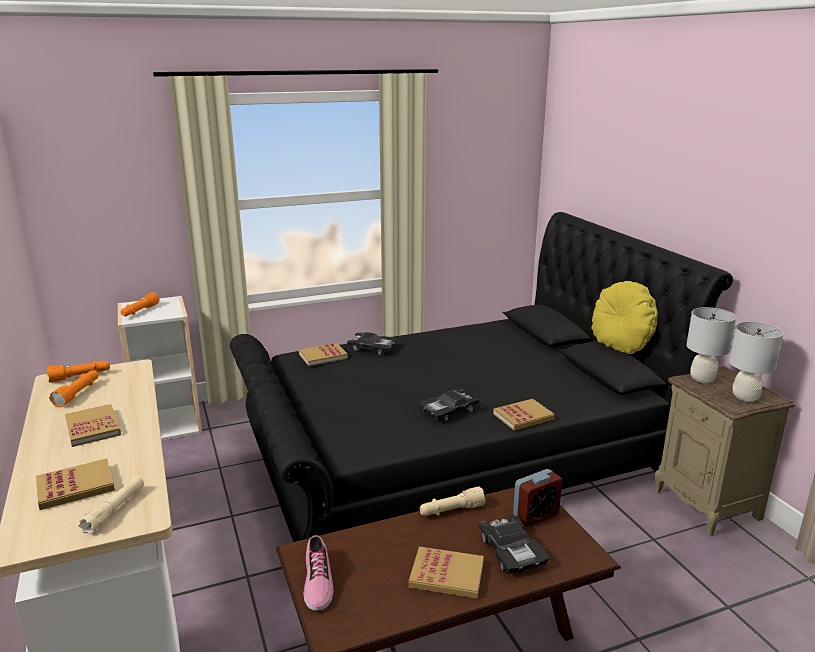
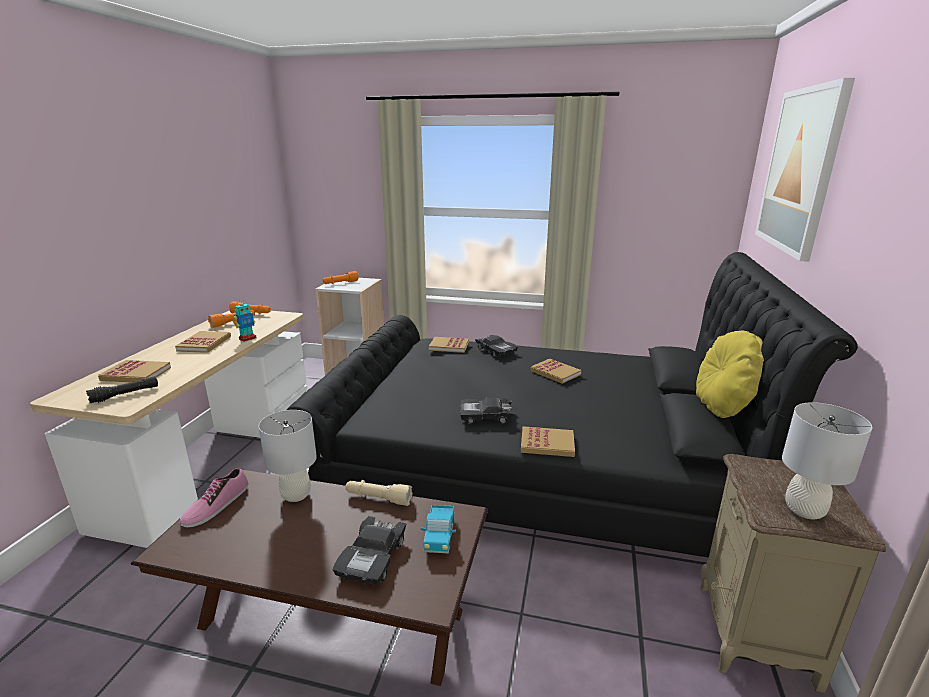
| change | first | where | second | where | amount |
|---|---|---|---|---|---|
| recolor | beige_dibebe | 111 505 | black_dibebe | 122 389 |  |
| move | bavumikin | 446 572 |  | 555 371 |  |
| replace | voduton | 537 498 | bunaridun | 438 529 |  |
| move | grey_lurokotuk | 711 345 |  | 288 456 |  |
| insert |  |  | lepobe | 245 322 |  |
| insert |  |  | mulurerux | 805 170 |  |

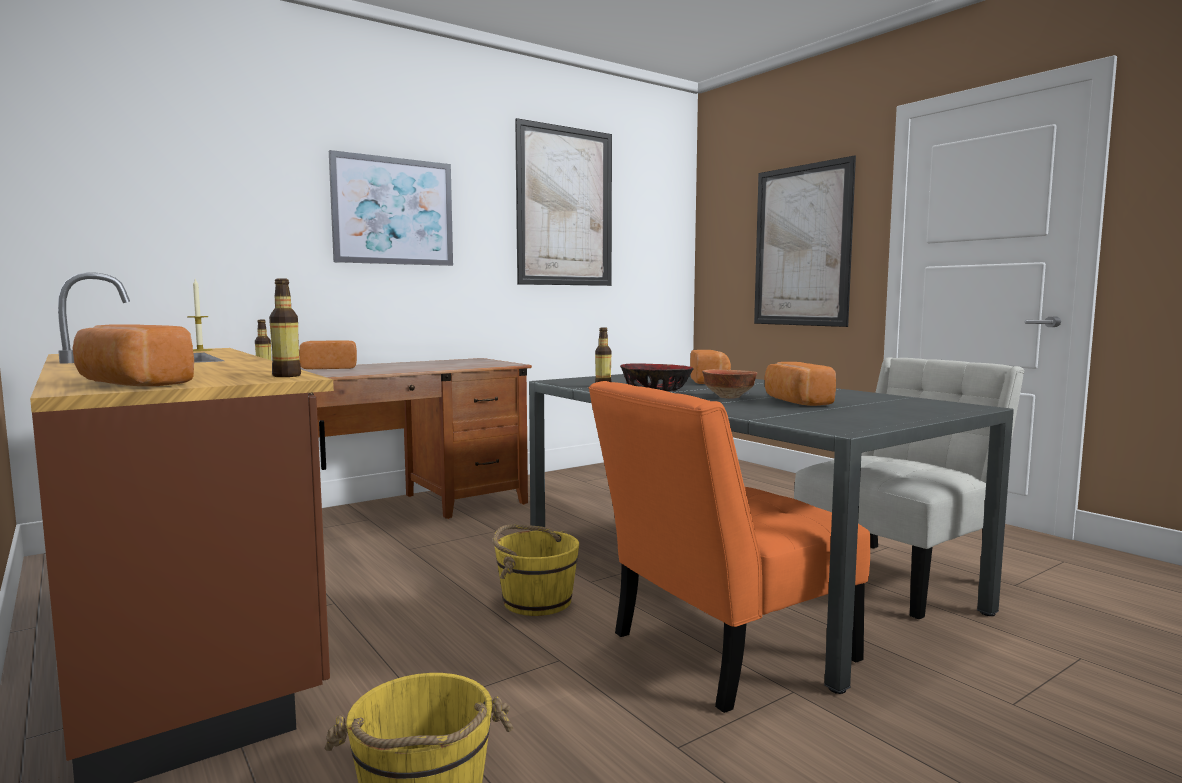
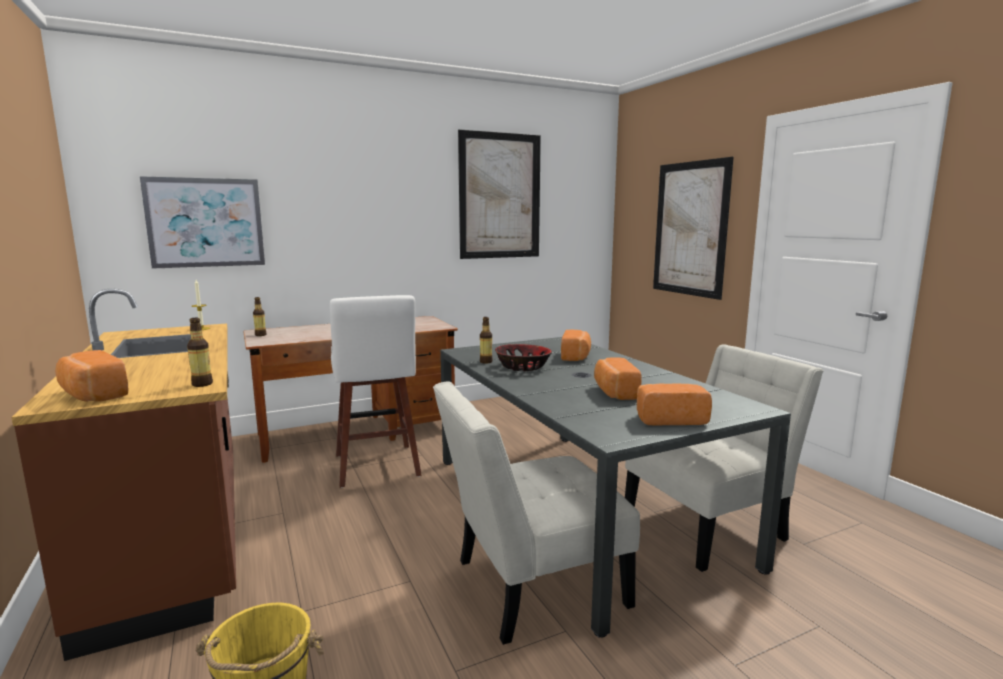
| change | first | where | second | where | amount |
|---|---|---|---|---|---|
| move | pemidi | 328 354 |  | 674 404 |  |
| move | mulurerux | 391 208 |  | 202 222 |  |
| delete | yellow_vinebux | 536 570 |  |  |  |
| recolor | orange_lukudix | 729 547 | white_lukudix | 536 513 |  |
| delete | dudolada | 730 384 |  |  |  |
| insert |  |  | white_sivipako | 376 391 |  |

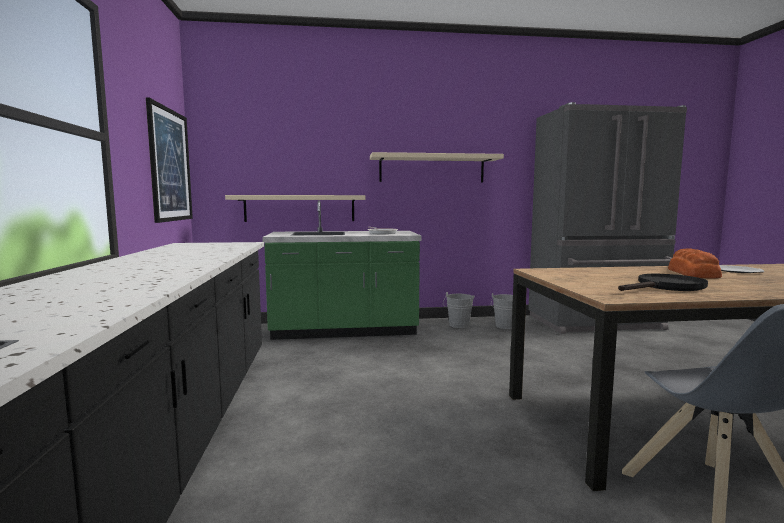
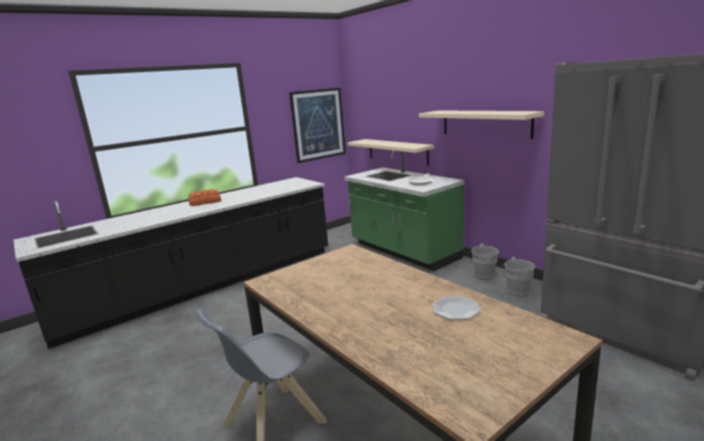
| change | first | where | second | where | amount |
|---|---|---|---|---|---|
| delete | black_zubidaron | 663 282 |  |  |  |
| move | pemidi | 695 263 |  | 205 197 |  |

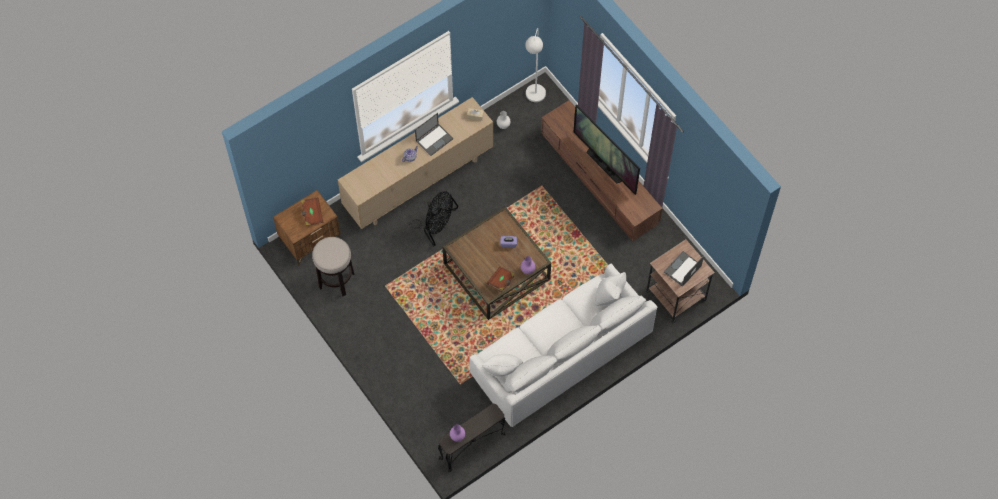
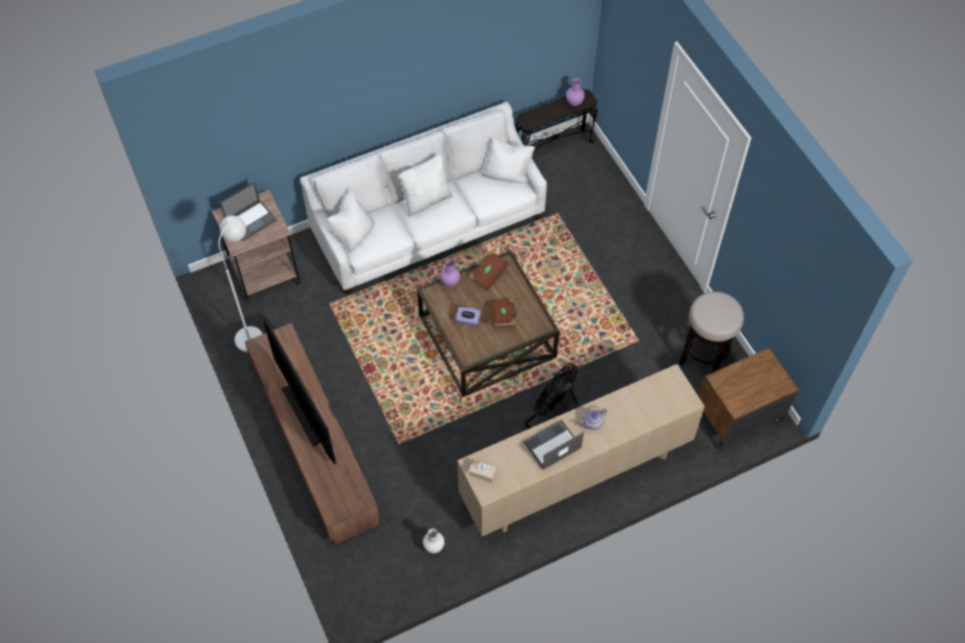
| change | first | where | second | where | amount |
|---|---|---|---|---|---|
| move | brown_bavumikin | 312 211 |  | 503 313 |  |
| move | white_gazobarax | 535 65 |  | 240 283 |  |
| insert |  |  | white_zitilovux | 425 186 |  |

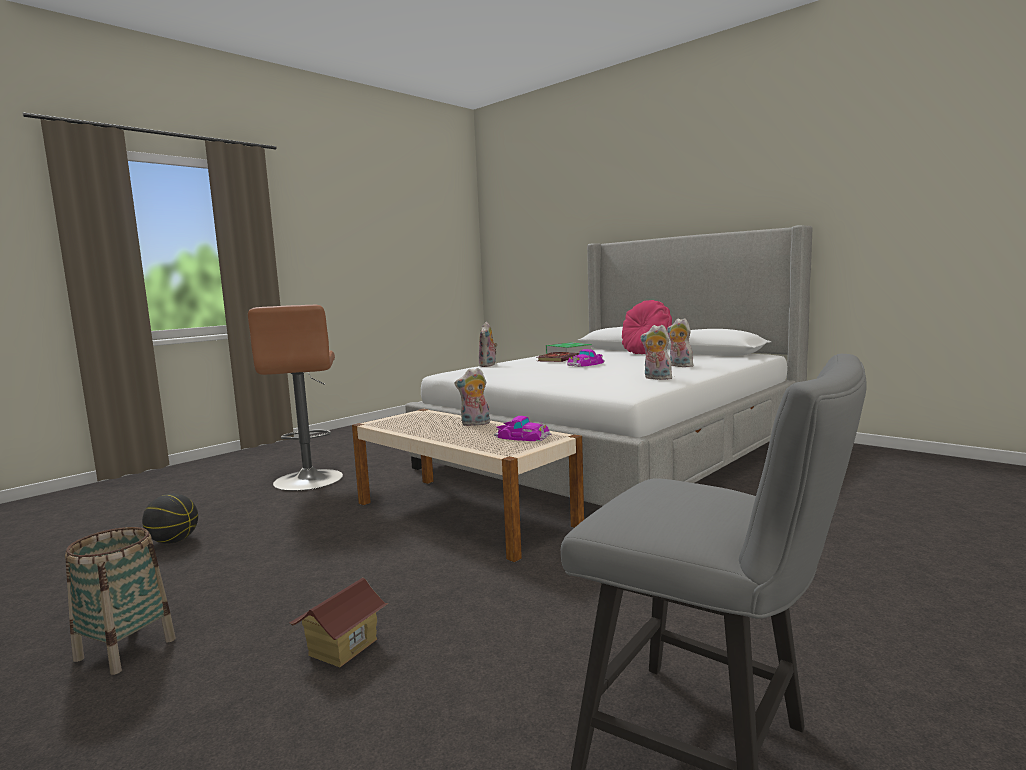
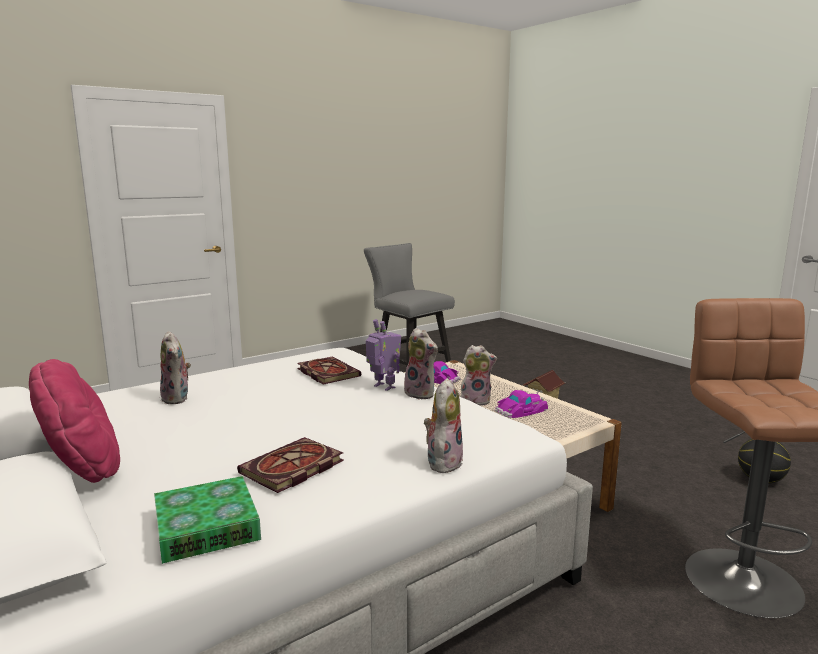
| change | first | where | second | where | amount |
|---|---|---|---|---|---|
| delete | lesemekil | 120 601 |  |  |  |
| move | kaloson | 586 358 |  | 521 404 |  |
| move | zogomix | 656 352 |  | 419 364 |  |
| insert |  |  | bavumikin | 329 371 |  |
| insert |  |  | lepobe | 383 355 |  |

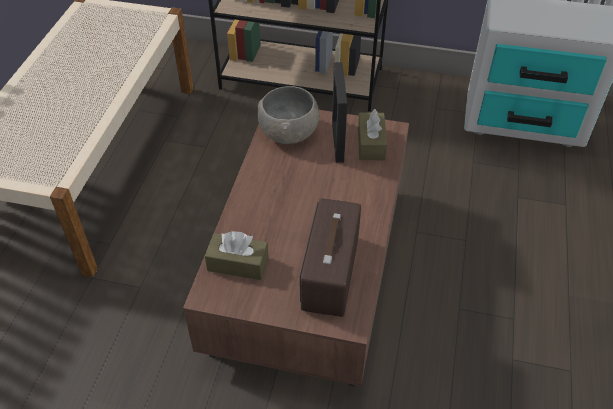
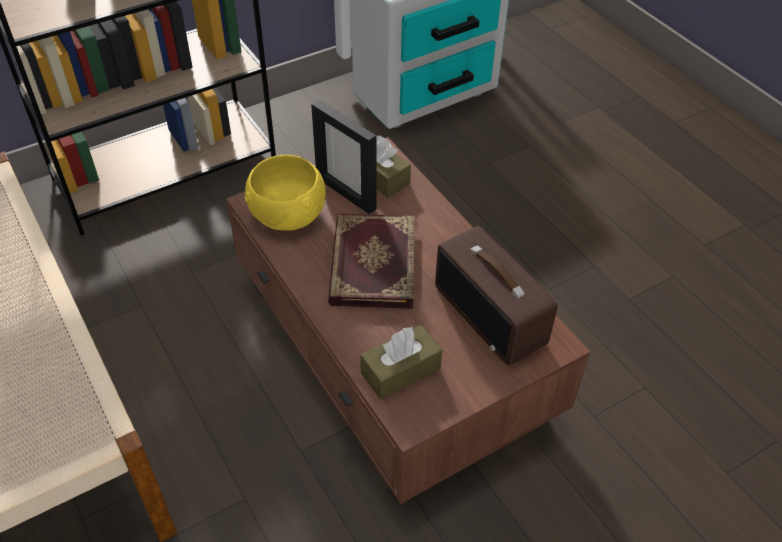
| change | first | where | second | where | amount |
|---|---|---|---|---|---|
| recolor | grey_dudolada | 288 115 | yellow_dudolada | 285 193 |  |
| insert |  |  | bavumikin | 371 261 |  |

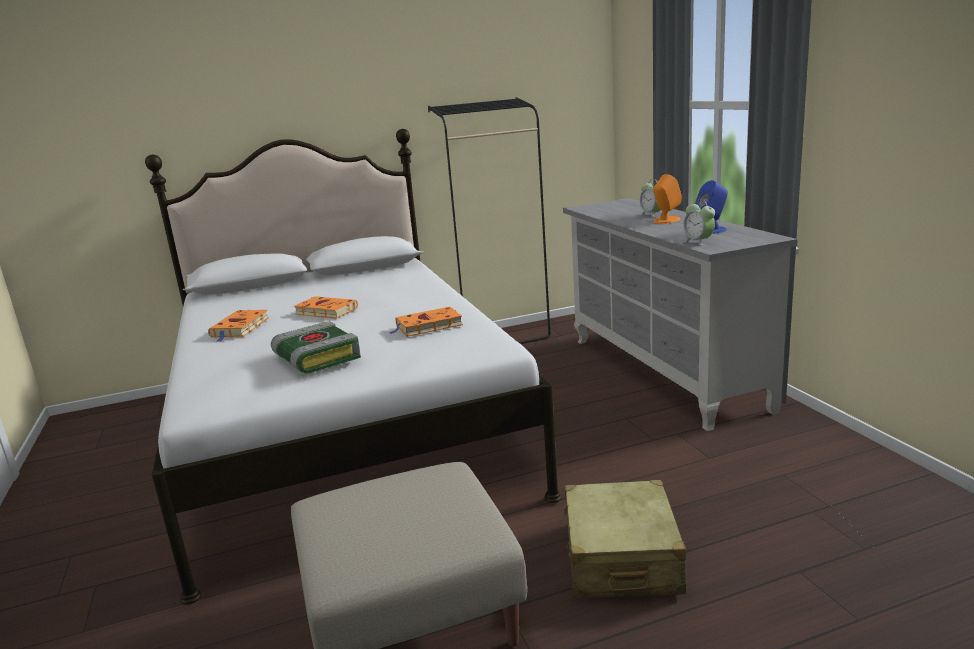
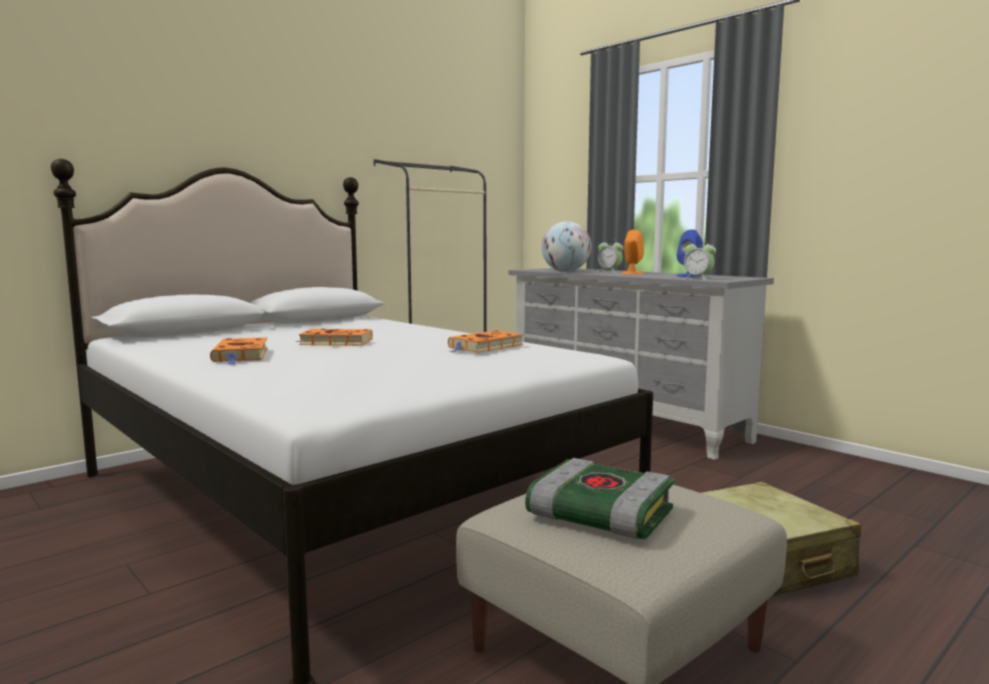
| change | first | where | second | where | amount |
|---|---|---|---|---|---|
| move | bavumikin | 316 347 |  | 599 499 |  |
| insert |  |  | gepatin | 566 246 |  |

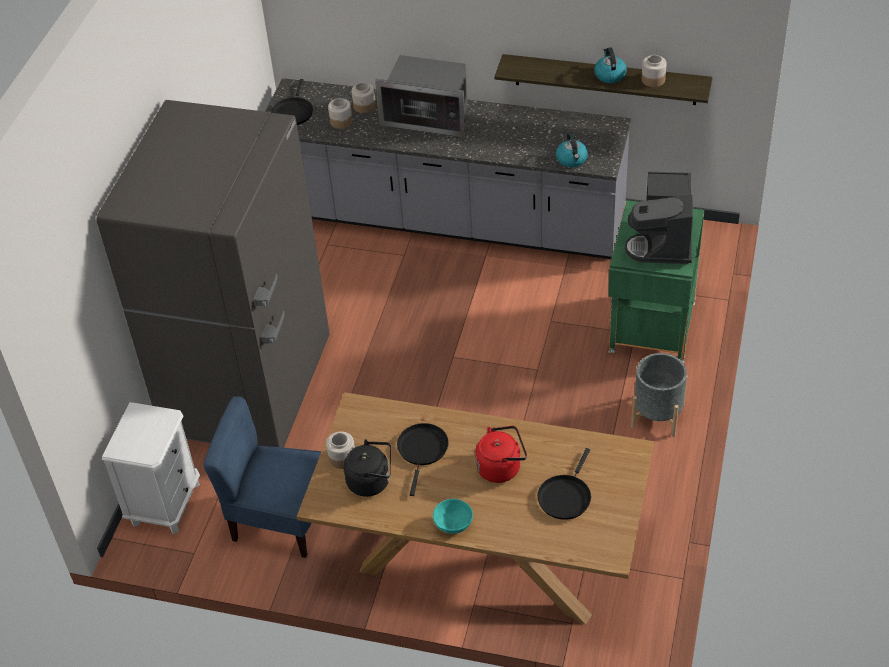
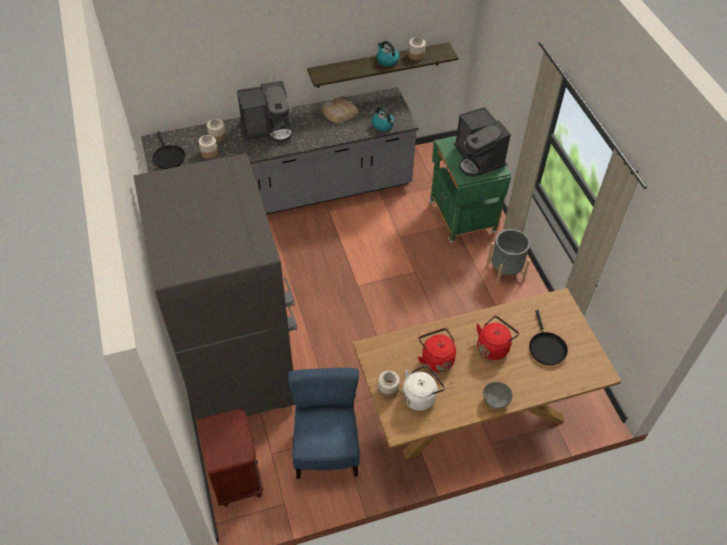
| change | first | where | second | where | amount |
|---|---|---|---|---|---|
| recolor | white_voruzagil | 151 468 | brown_voruzagil | 230 457 |  |
| rotate | blue_lukudix | 262 477 |  | 323 423 | 105 degrees clockwise |
| recolor | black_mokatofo | 367 468 | white_mokatofo | 423 388 |  |
| replace | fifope | 421 96 | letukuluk | 264 111 |  |
| replace | black_zubidaron | 423 459 | red_mokatofo | 437 350 |  |
| recolor | turquoise_dudolada | 453 516 | grey_dudolada | 497 395 |  |
| insert |  |  | pemidi | 340 109 |  |

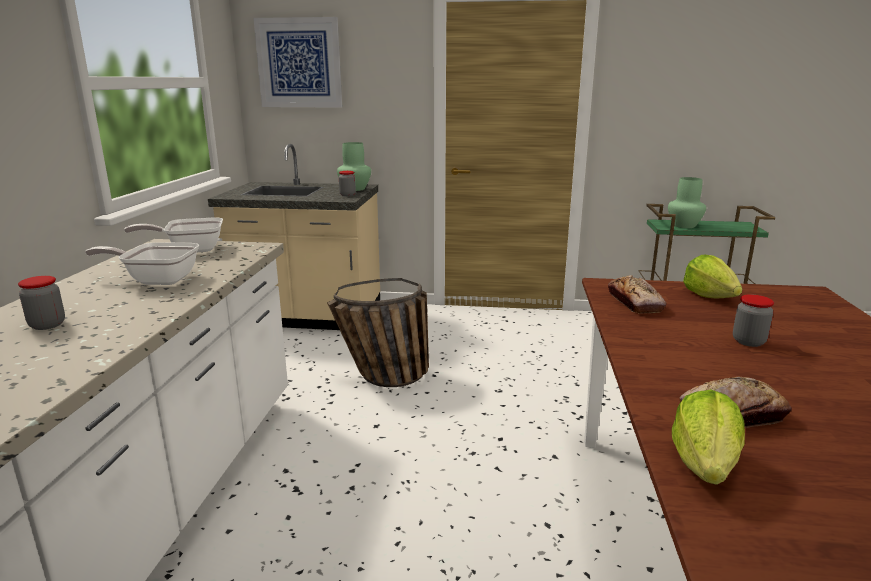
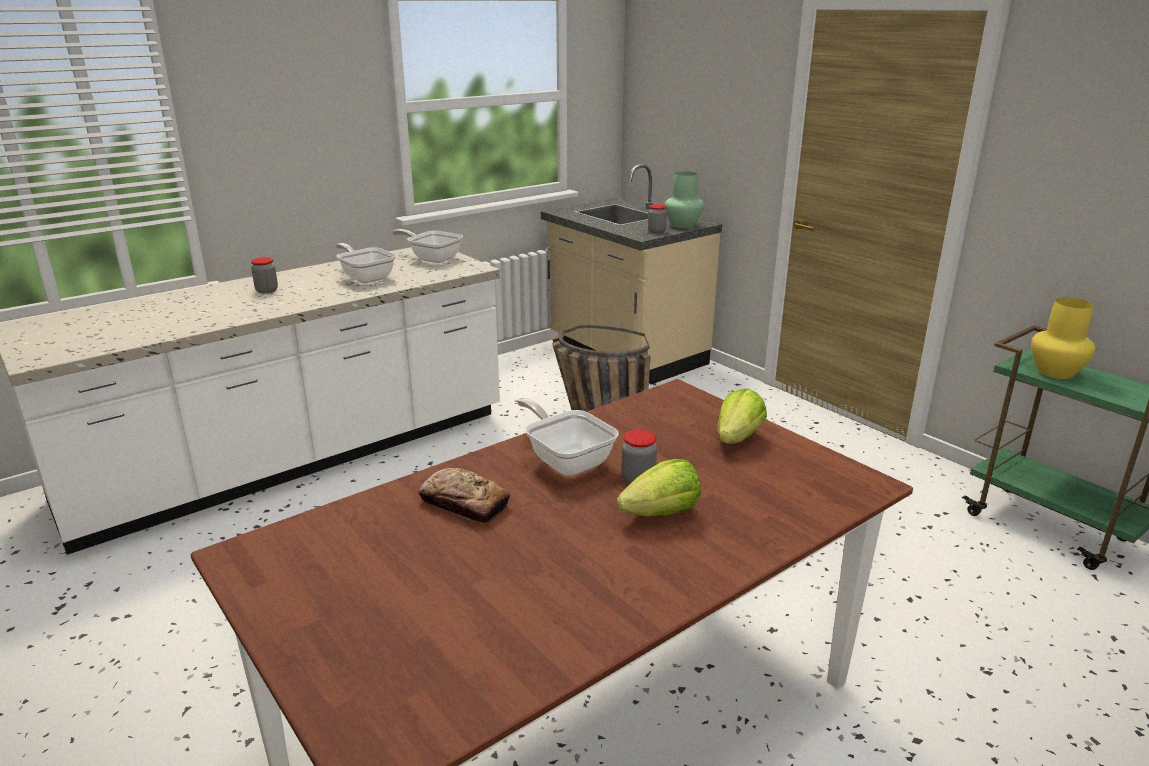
| change | first | where | second | where | amount |
|---|---|---|---|---|---|
| delete | mulurerux | 297 62 |  |  |  |
| delete | pemidi | 637 294 |  |  |  |
| recolor | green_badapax | 687 202 | yellow_badapax | 1063 338 |  |
| move | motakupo | 708 437 |  | 659 487 |  |
| insert |  |  | zubidaron | 568 437 |  |

